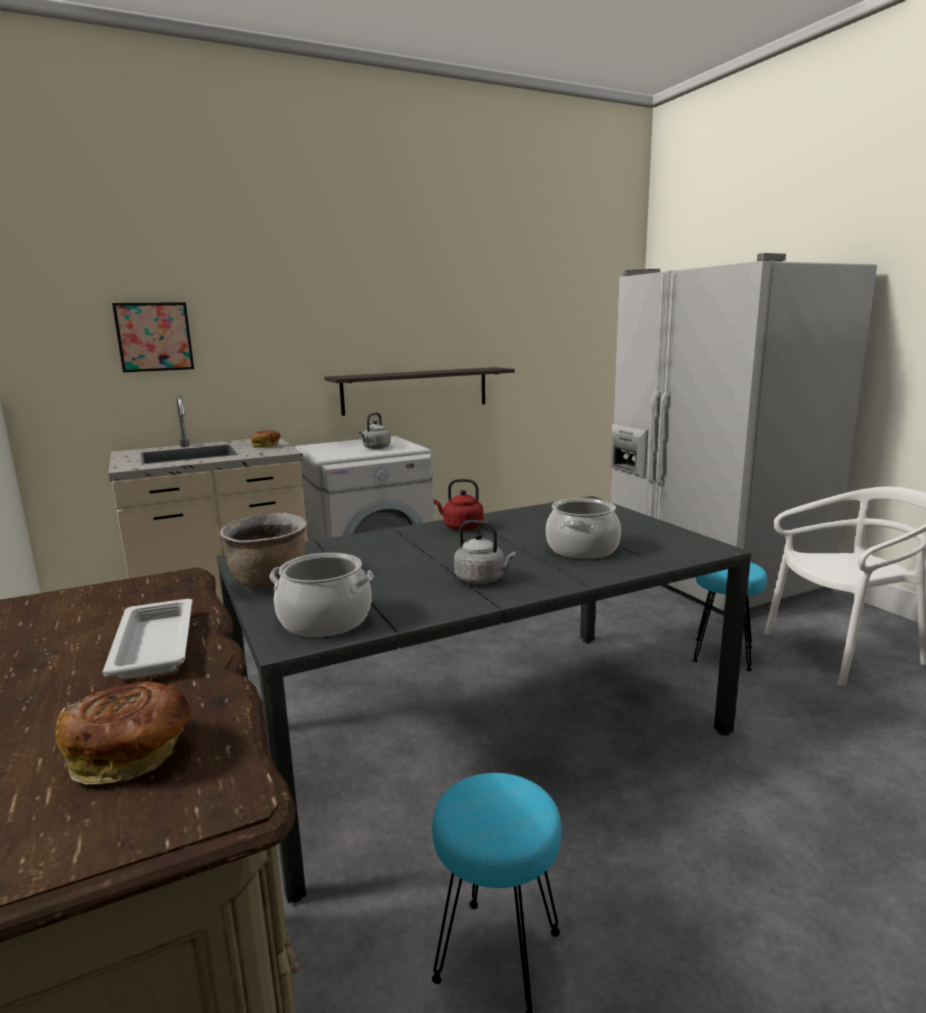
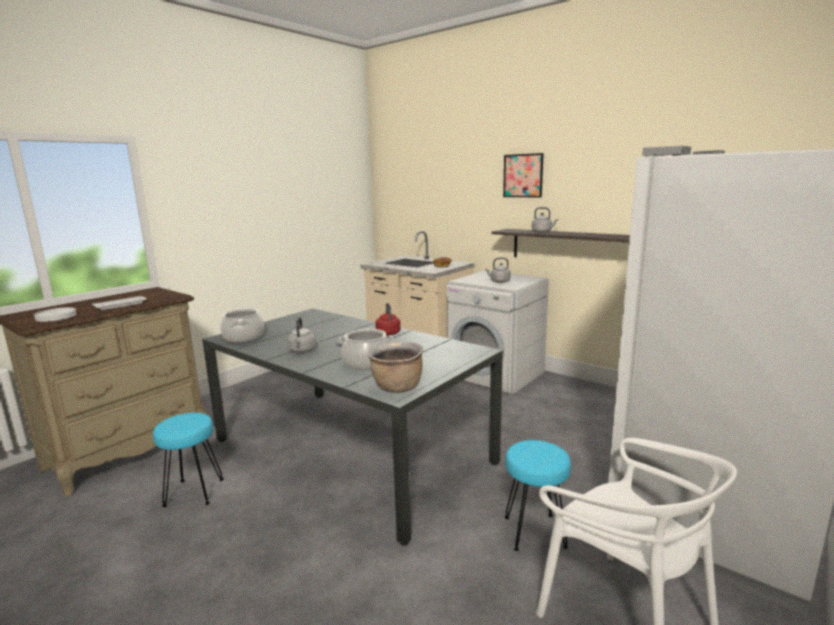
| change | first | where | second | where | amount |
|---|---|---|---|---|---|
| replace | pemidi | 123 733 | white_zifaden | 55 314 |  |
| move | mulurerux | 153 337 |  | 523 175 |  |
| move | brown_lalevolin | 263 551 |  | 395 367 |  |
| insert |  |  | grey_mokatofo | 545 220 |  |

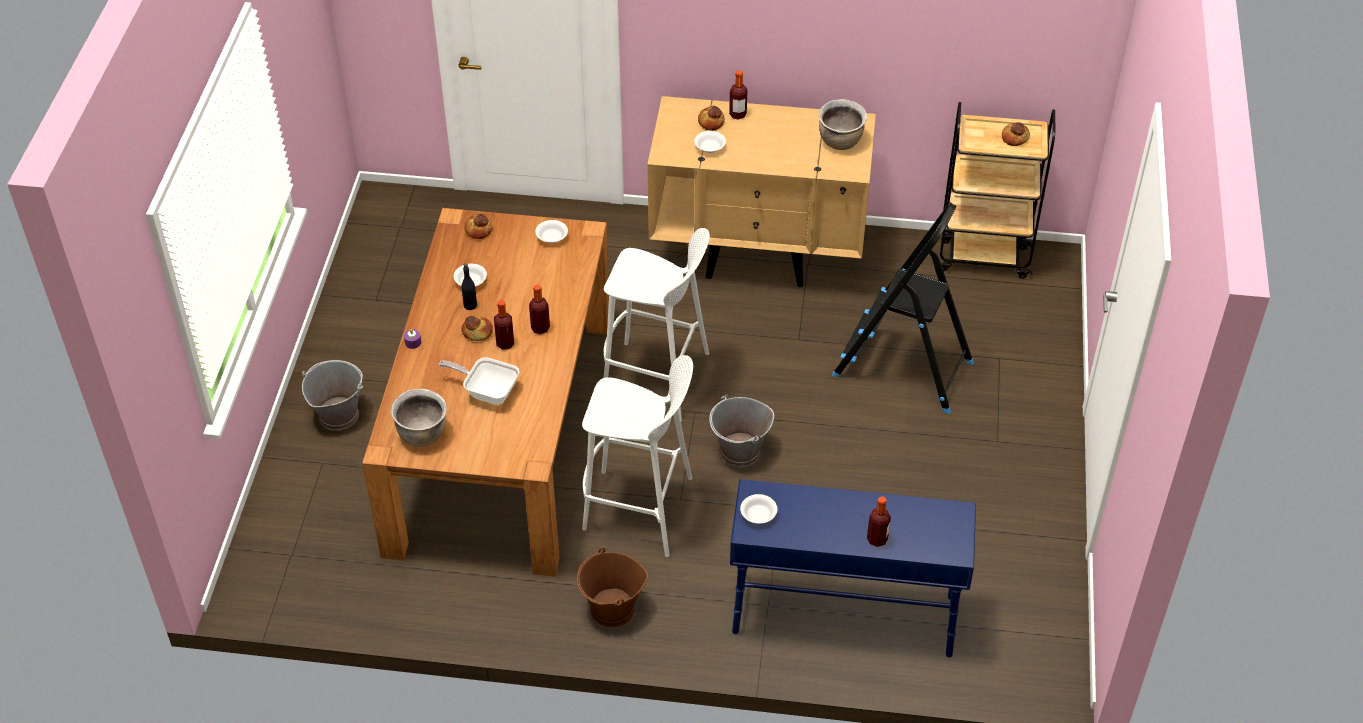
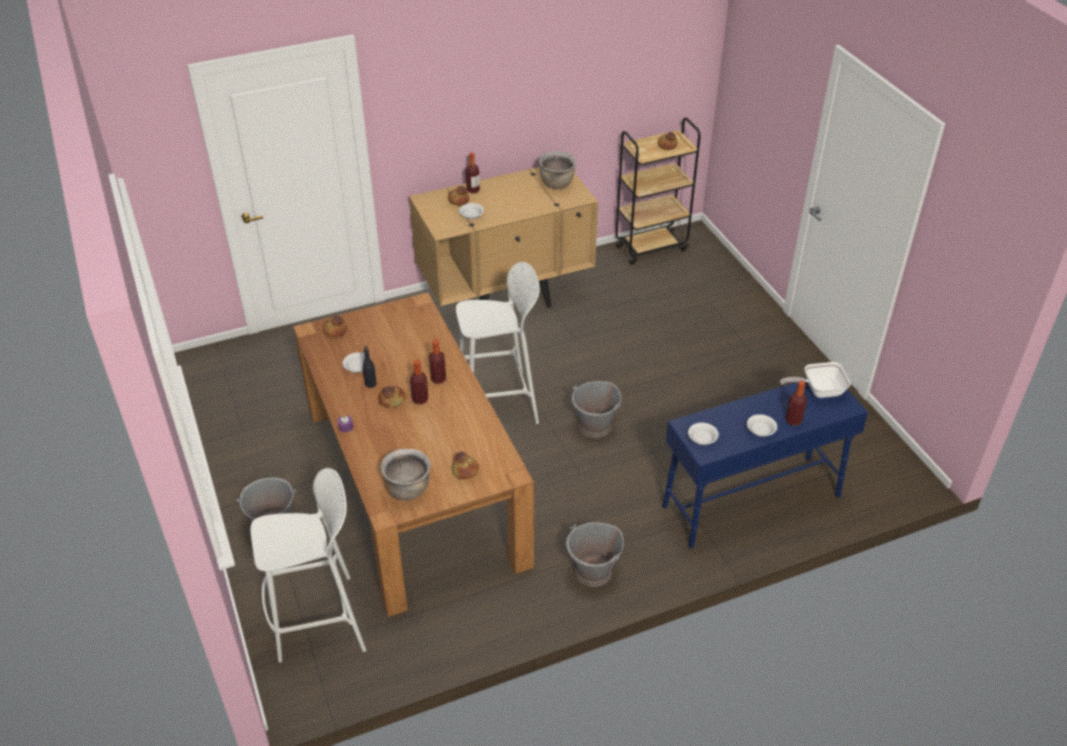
| change | first | where | second | where | amount |
|---|---|---|---|---|---|
| move | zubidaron | 478 381 |  | 815 380 |  |
| move | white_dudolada | 551 231 |  | 762 425 |  |
| recolor | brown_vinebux | 612 587 | grey_vinebux | 595 554 |  |
| move | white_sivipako | 637 456 |  | 308 565 |  |
| delete | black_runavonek | 903 308 |  |  |  |
| insert |  |  | pemidi | 465 465 |  |

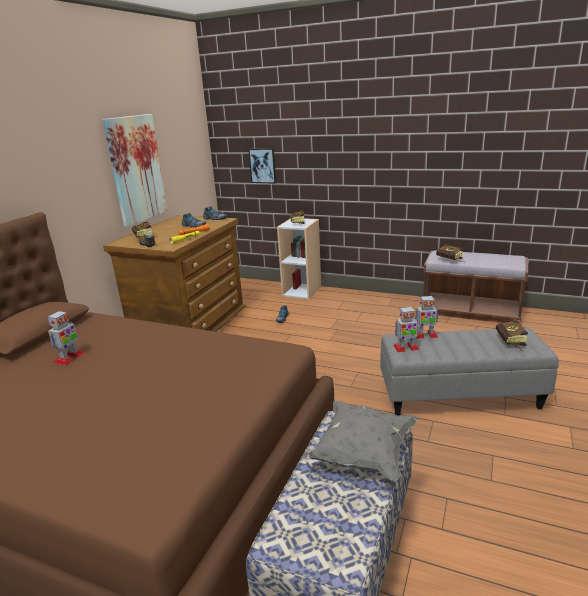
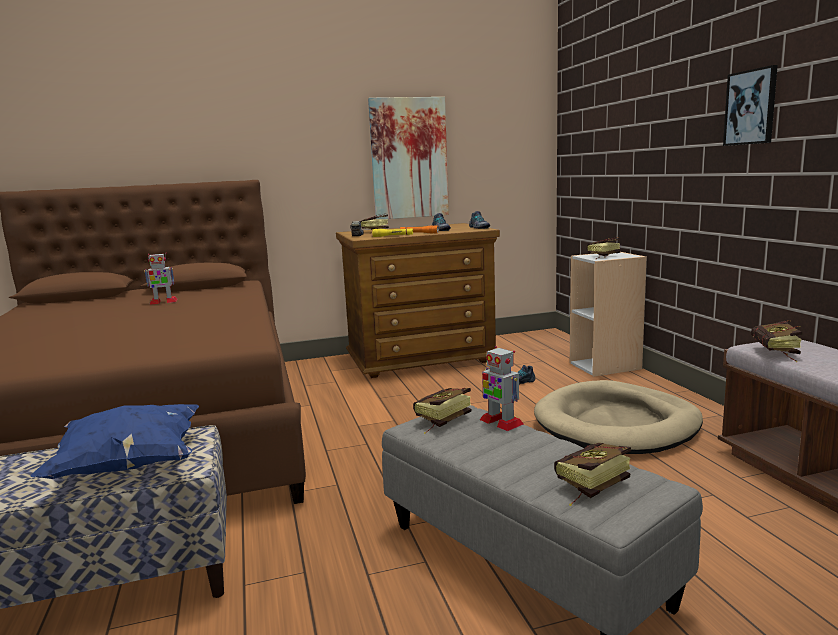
| change | first | where | second | where | amount |
|---|---|---|---|---|---|
| move | mulurerux | 262 165 |  | 750 105 |  |
| recolor | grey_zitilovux | 361 441 | blue_zitilovux | 114 441 |  |
| replace | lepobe | 406 329 | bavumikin | 442 411 |  |
| insert |  |  | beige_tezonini | 618 417 |  |

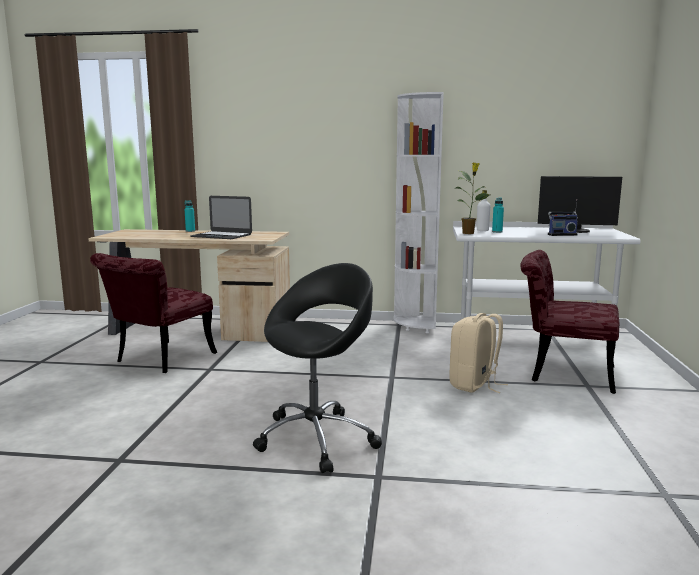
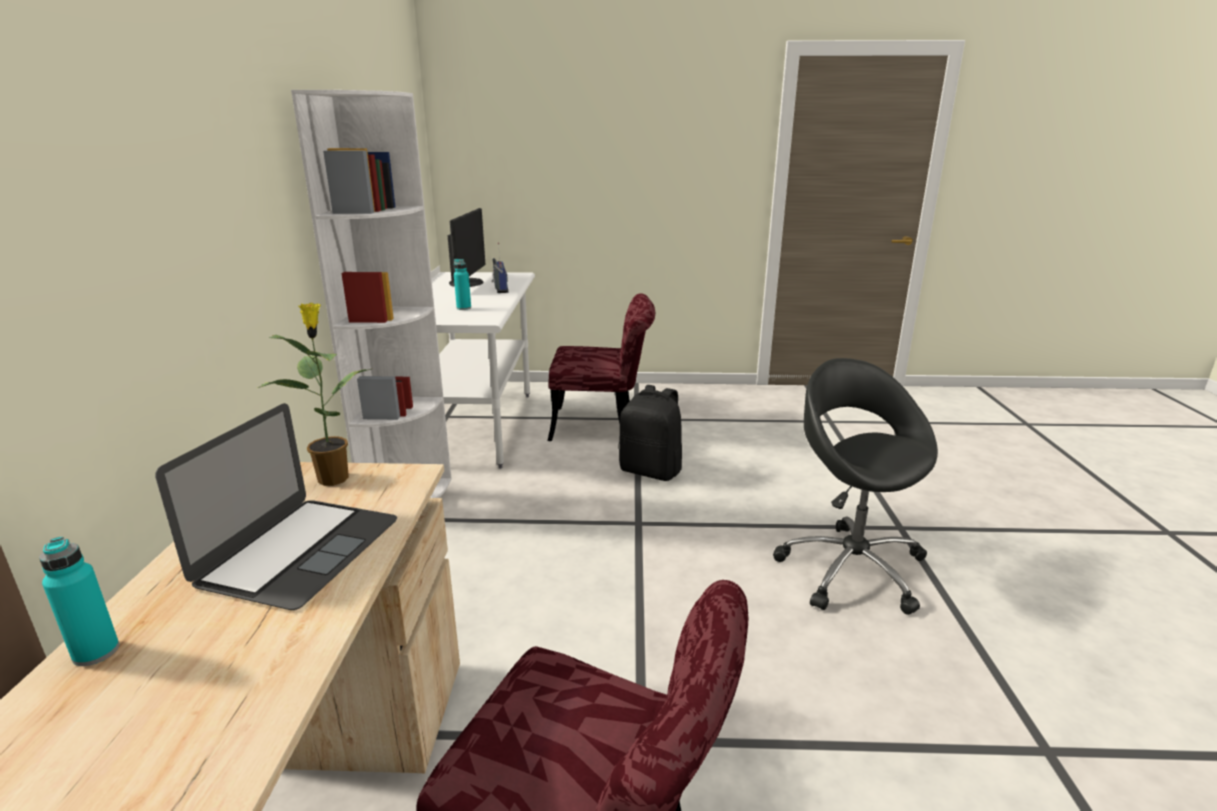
| change | first | where | second | where | amount |
|---|---|---|---|---|---|
| recolor | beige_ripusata | 478 353 | black_ripusata | 650 433 |  |
| move | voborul | 473 198 |  | 314 394 |  |
| delete | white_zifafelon | 484 210 |  |  |  |
| rotate | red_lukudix | 569 322 |  | 601 367 | 105 degrees counterclockwise |

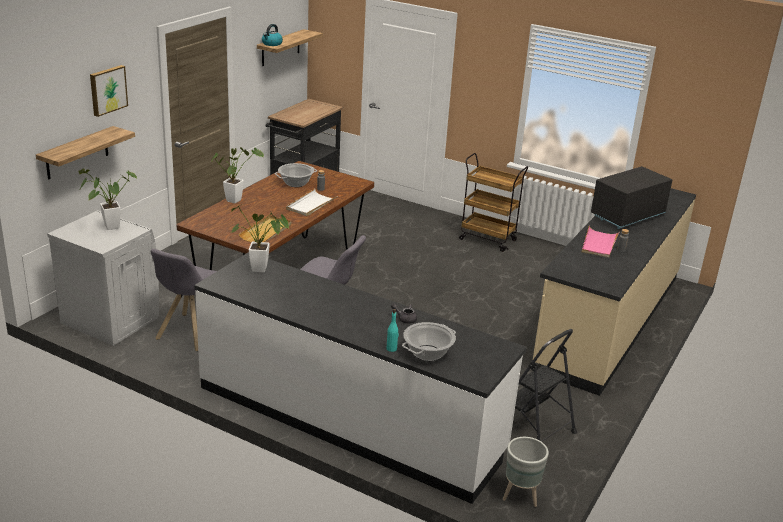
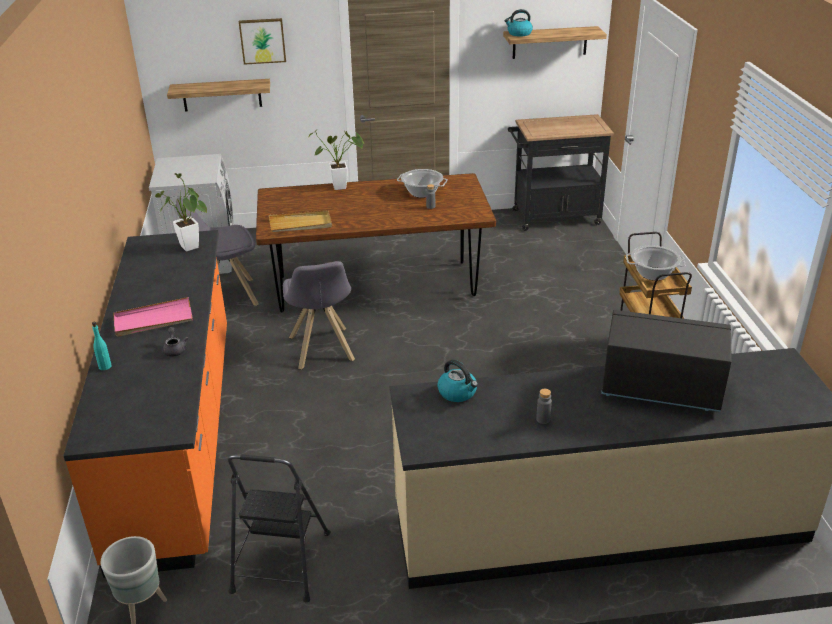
| change | first | where | second | where | amount |
|---|---|---|---|---|---|
| delete | voborul | 107 199 |  |  |  |
| recolor | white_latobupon | 360 378 | orange_latobupon | 145 404 |  |
| delete | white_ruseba | 311 202 |  |  |  |
| move | lalevolin | 429 341 |  | 656 263 |  |
| move | pink_ruseba | 601 242 |  | 153 317 |  |
| insert |  |  | mokatofo | 457 381 |  |

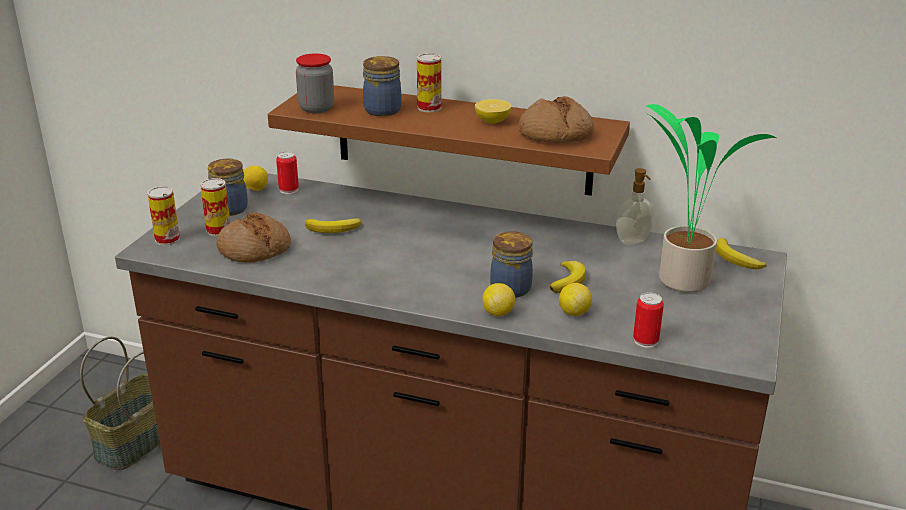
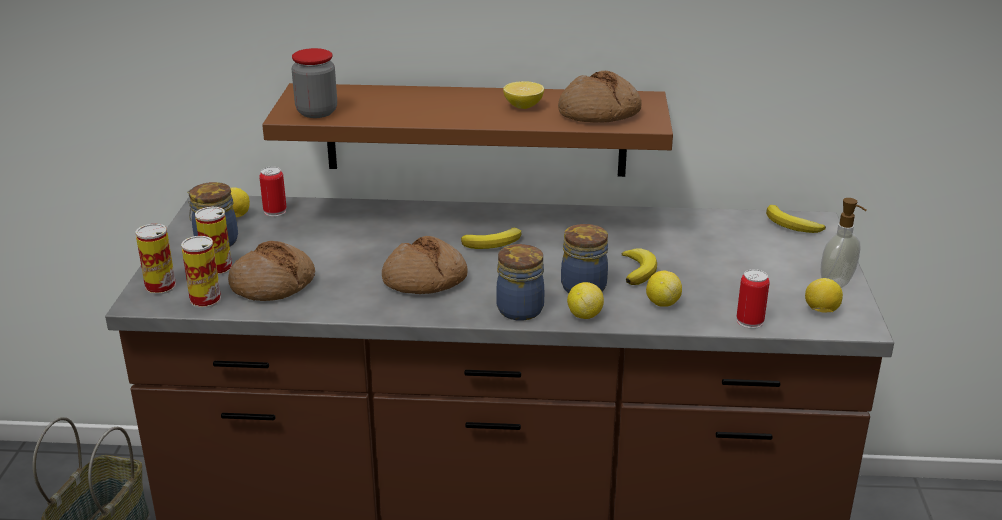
| change | first | where | second | where | amount |
|---|---|---|---|---|---|
| move | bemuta | 333 225 |  | 491 238 |  |
| move | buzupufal | 382 86 |  | 520 282 |  |
| move | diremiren | 429 82 |  | 201 272 |  |
| move | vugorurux | 635 206 |  | 843 243 |  |
| delete | voborul | 711 198 |  |  |  |
| insert |  |  | pemidi | 425 265 |  |
| insert |  |  | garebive | 824 295 |  |

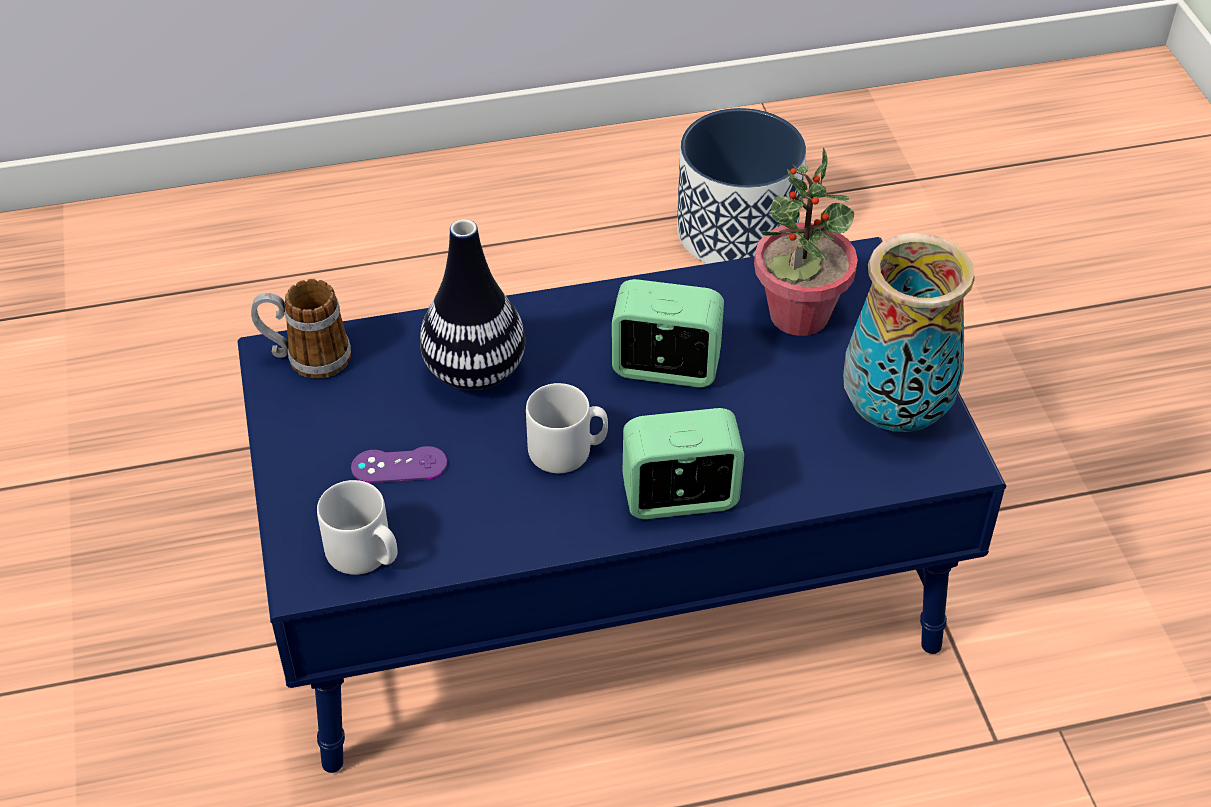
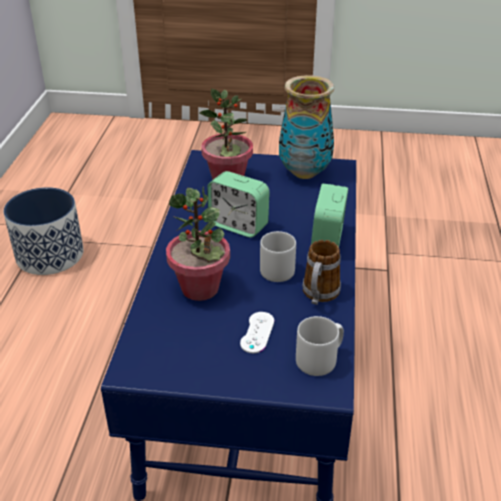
| change | first | where | second | where | amount |
|---|---|---|---|---|---|
| move | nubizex | 301 329 |  | 321 272 |  |
| recolor | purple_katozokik | 399 464 | white_katozokik | 257 332 |  |
| replace | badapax | 472 304 | voborul | 198 243 |  |
| rotate | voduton | 668 333 |  | 238 204 | 90 degrees counterclockwise |

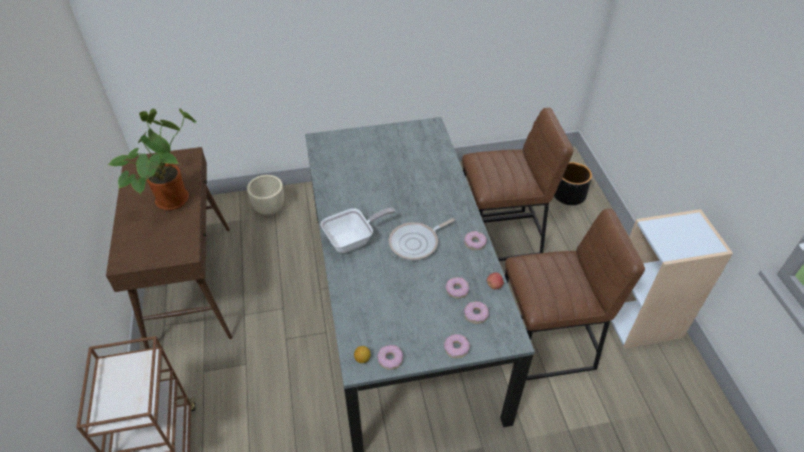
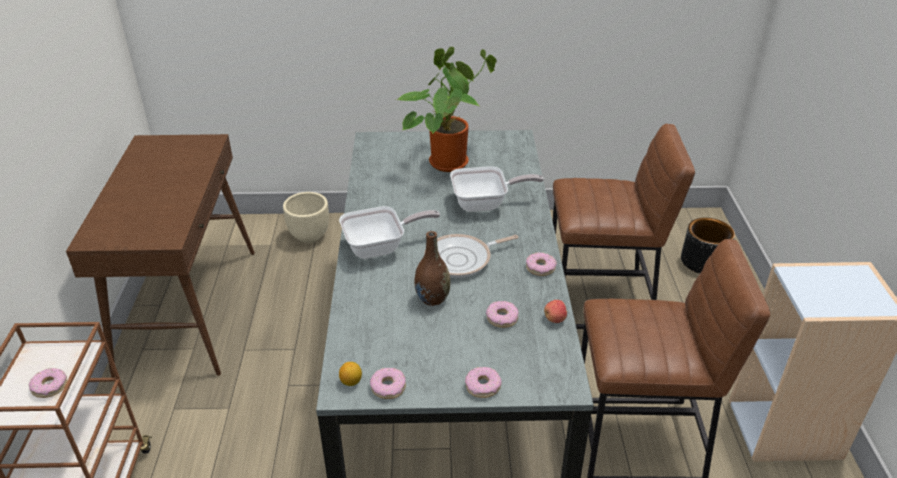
| change | first | where | second | where | amount |
|---|---|---|---|---|---|
| move | voborul | 152 159 |  | 446 109 |  |
| move | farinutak | 476 312 |  | 48 383 |  |
| insert |  |  | brown_badapax | 432 268 |  |
| insert |  |  | zubidaron | 497 189 |  |

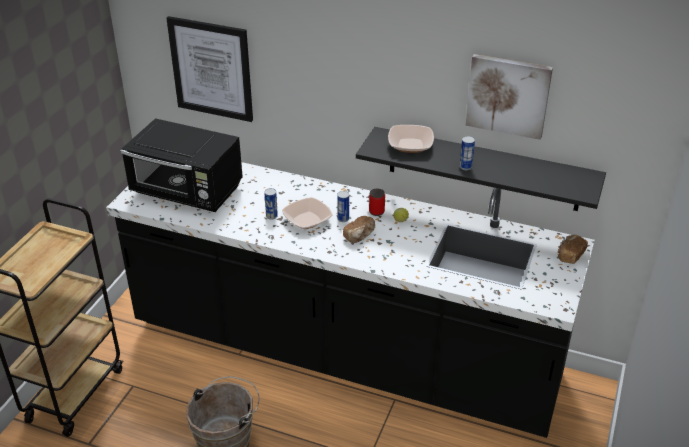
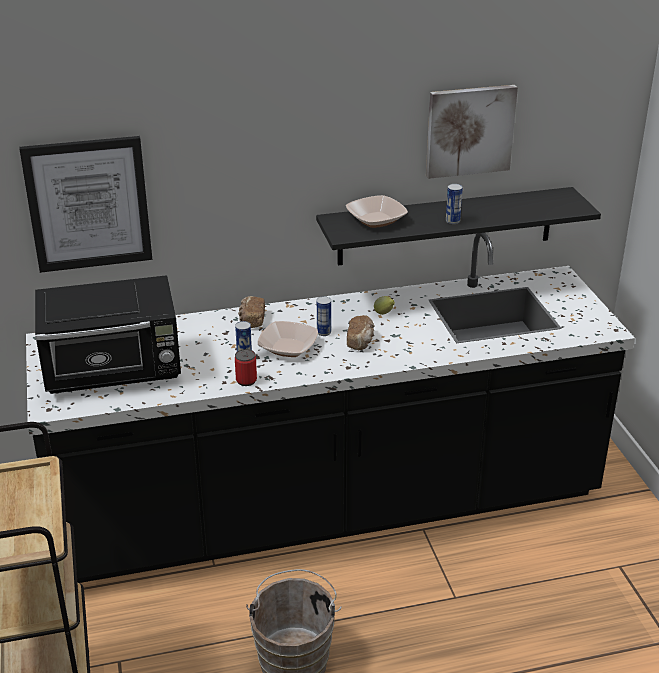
| change | first | where | second | where | amount |
|---|---|---|---|---|---|
| move | diremiren | 377 202 |  | 246 367 |  |
| move | pemidi | 573 249 |  | 251 312 |  |

